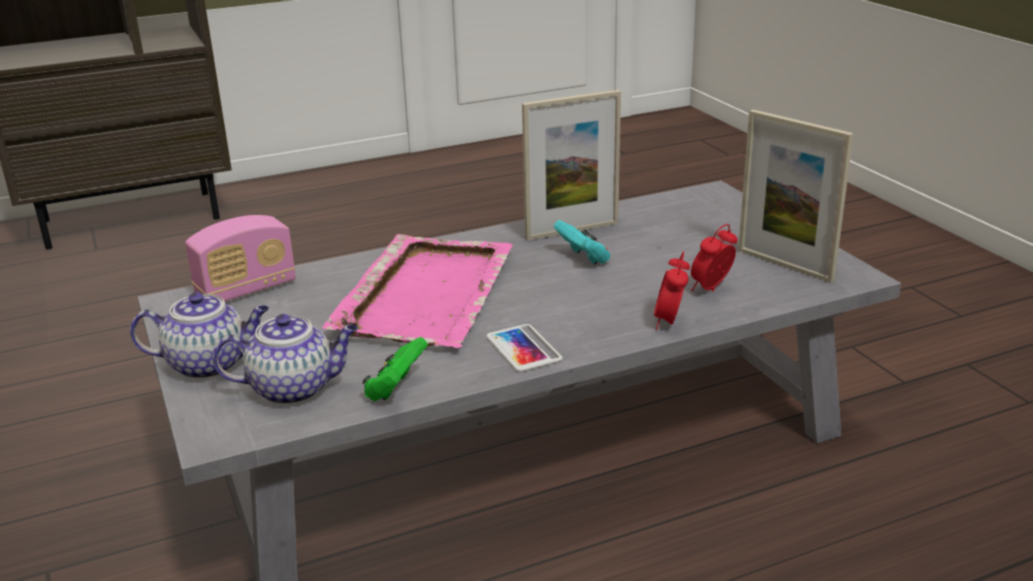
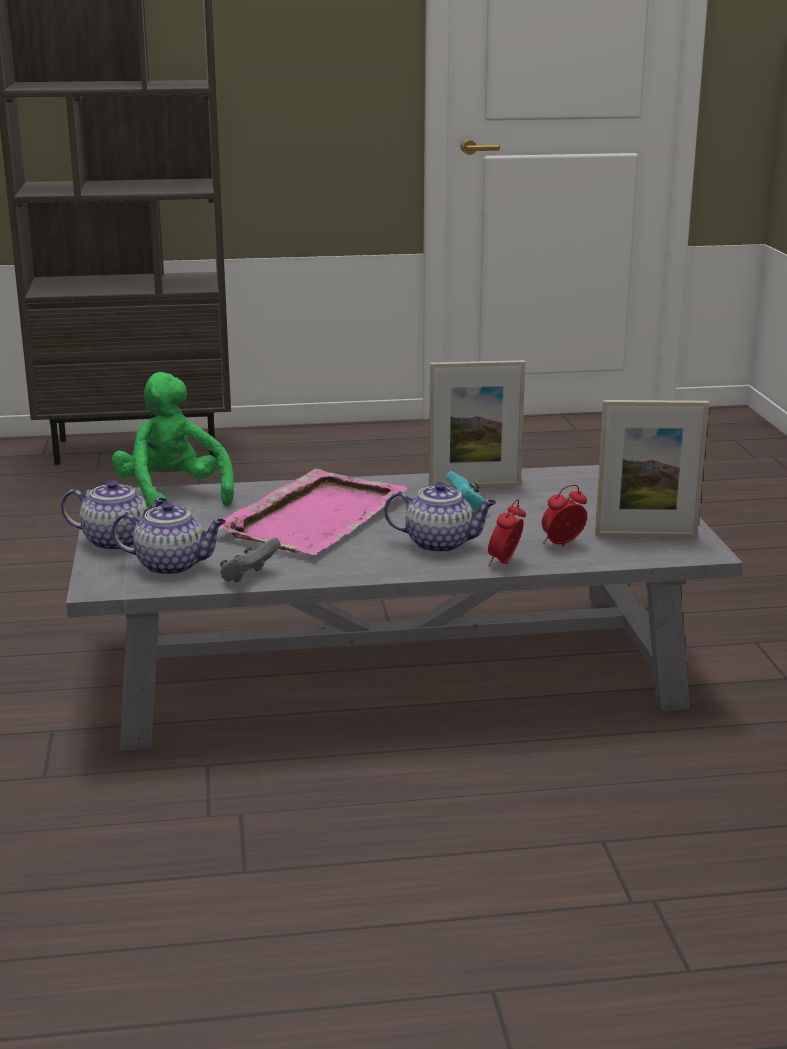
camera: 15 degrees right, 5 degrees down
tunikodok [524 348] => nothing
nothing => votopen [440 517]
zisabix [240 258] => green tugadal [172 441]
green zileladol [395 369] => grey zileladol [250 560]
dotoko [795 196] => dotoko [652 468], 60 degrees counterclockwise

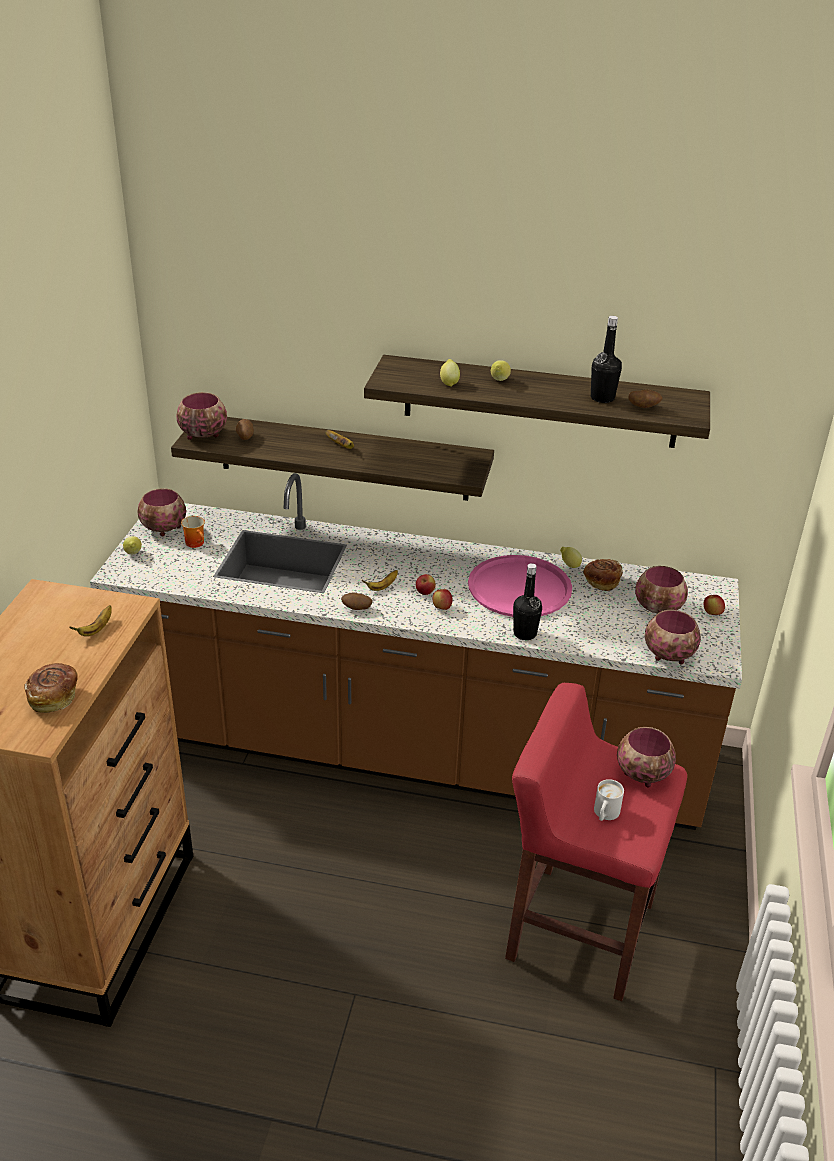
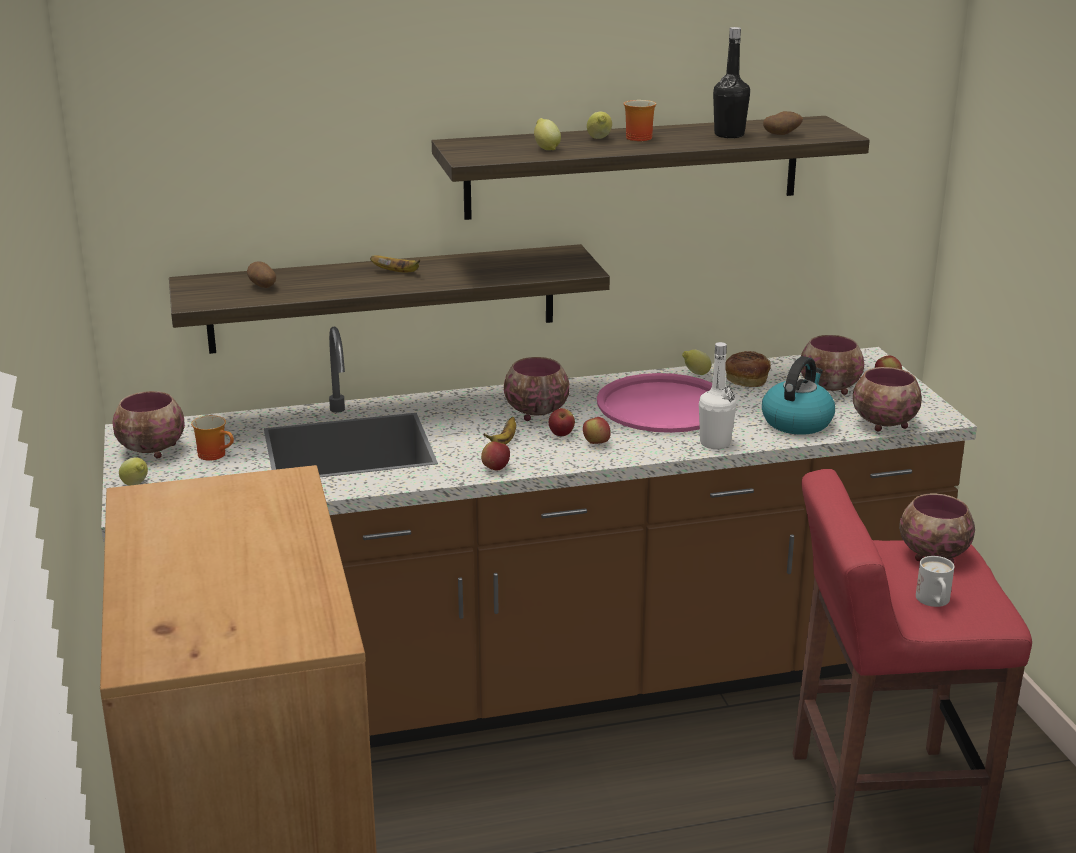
camera: 25 degrees left, 10 degrees down
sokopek [51 688] => nothing
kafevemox [91 620] => nothing
nothing => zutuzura [639 120]
nothing => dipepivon [798 395]
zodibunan [201 416] => zodibunan [537 389], relocated
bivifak [356 601] => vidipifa [495 455]
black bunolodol [527 601] => white bunolodol [717 395]

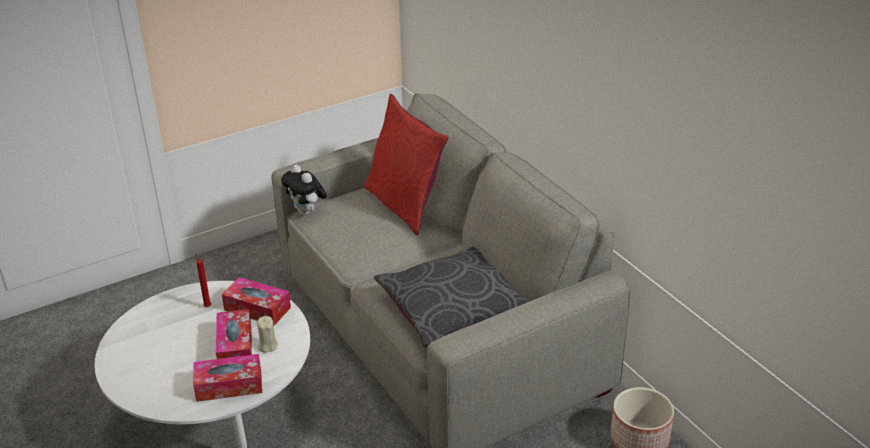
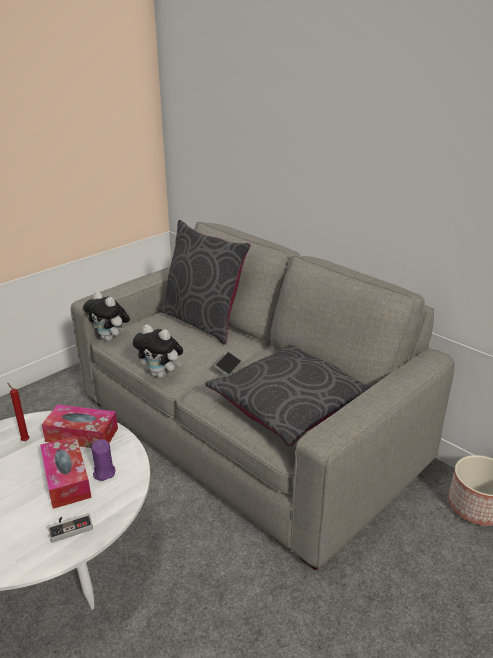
camera: 15 degrees left, 5 degrees down
nothing => tugadal [158 351]
nothing => tunikodok [228 363]
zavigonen [227 378] => zileladol [70 528]
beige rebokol [267 334] => purple rebokol [103 460]
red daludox [406 164] => grey daludox [205 282]

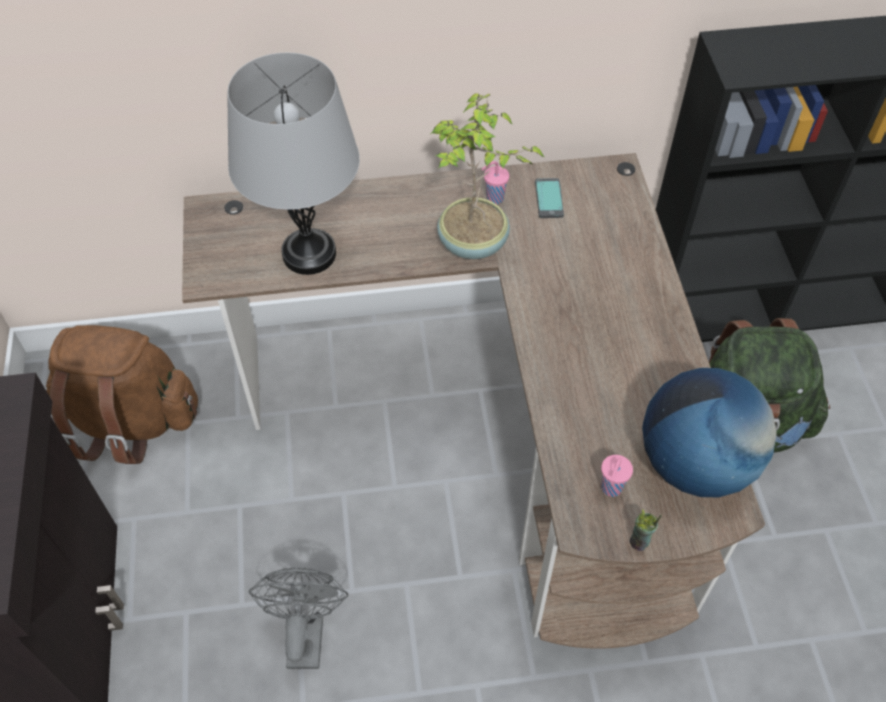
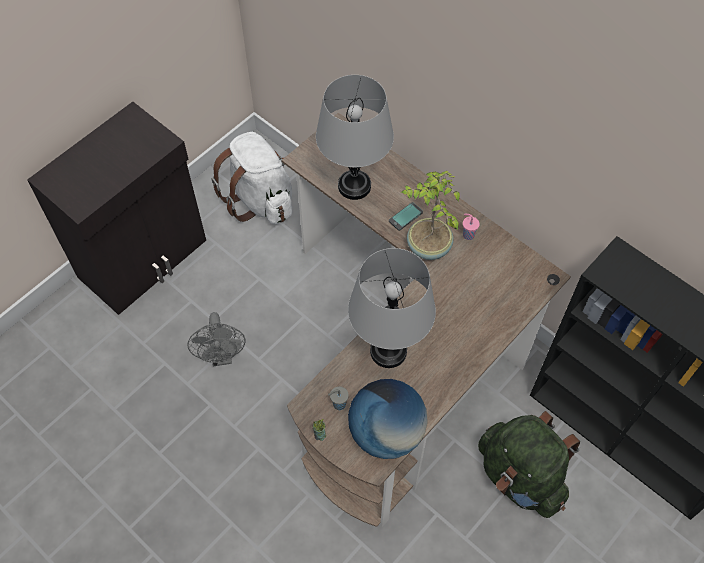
camera: 50 degrees right, 5 degrees up
nothing => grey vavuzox [392 308]
tunikodok [549 198] => tunikodok [406 216], relocated
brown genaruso [122 394] => white genaruso [252 178]
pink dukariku [617 476] => grey dukariku [338 398]
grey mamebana [298 618] => grey mamebana [216 339], 120 degrees clockwise

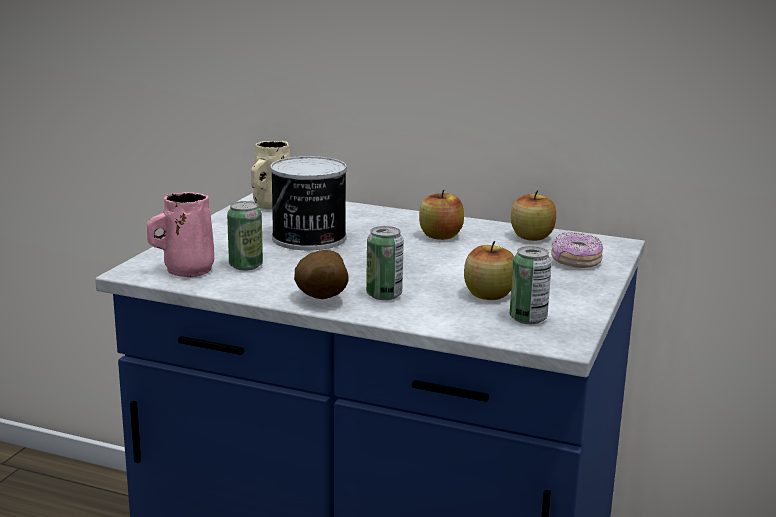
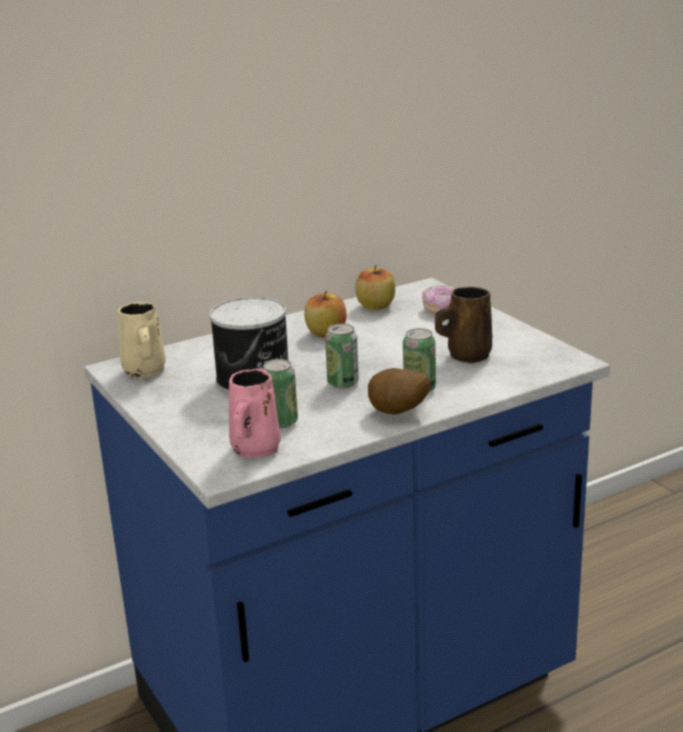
camera: 50 degrees left, 5 degrees up
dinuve [531 285] => dinuve [342 356], relocated
vidipifa [489 270] => brown zutuzura [464 325]

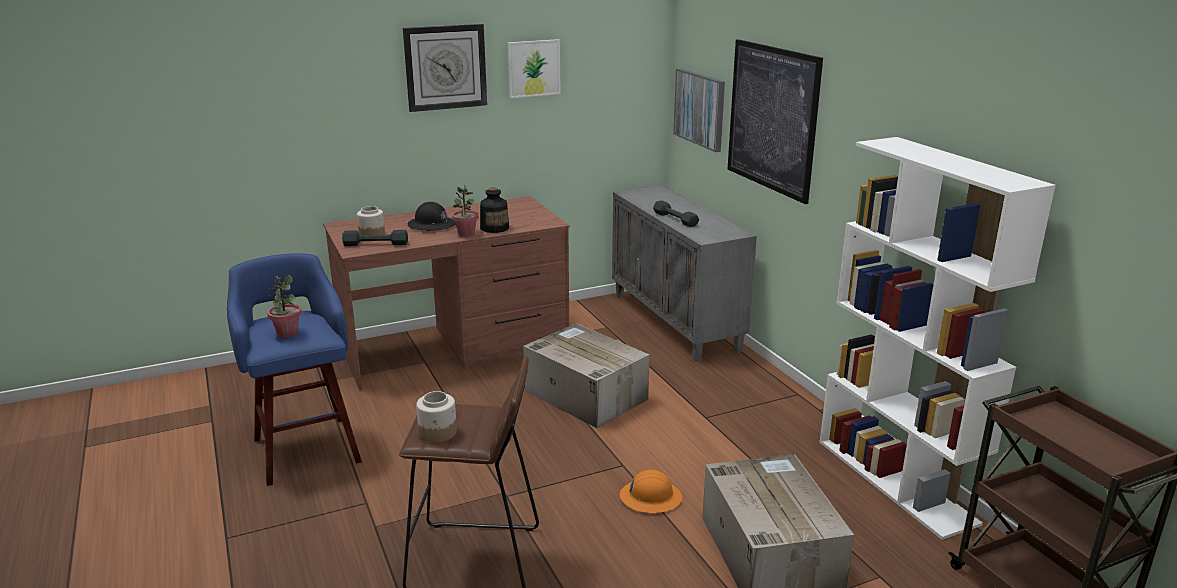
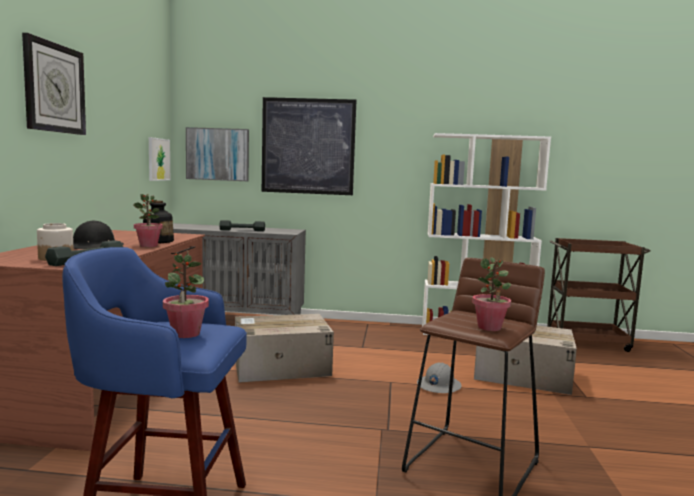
camera: 60 degrees left, 15 degrees down
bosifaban [534 68] => bosifaban [159 159], relocated
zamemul [436 417] => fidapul [491 294]
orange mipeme [651 491] => grey mipeme [439 377]

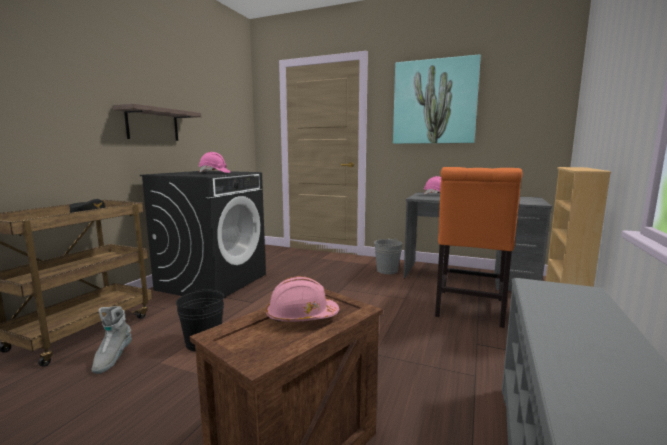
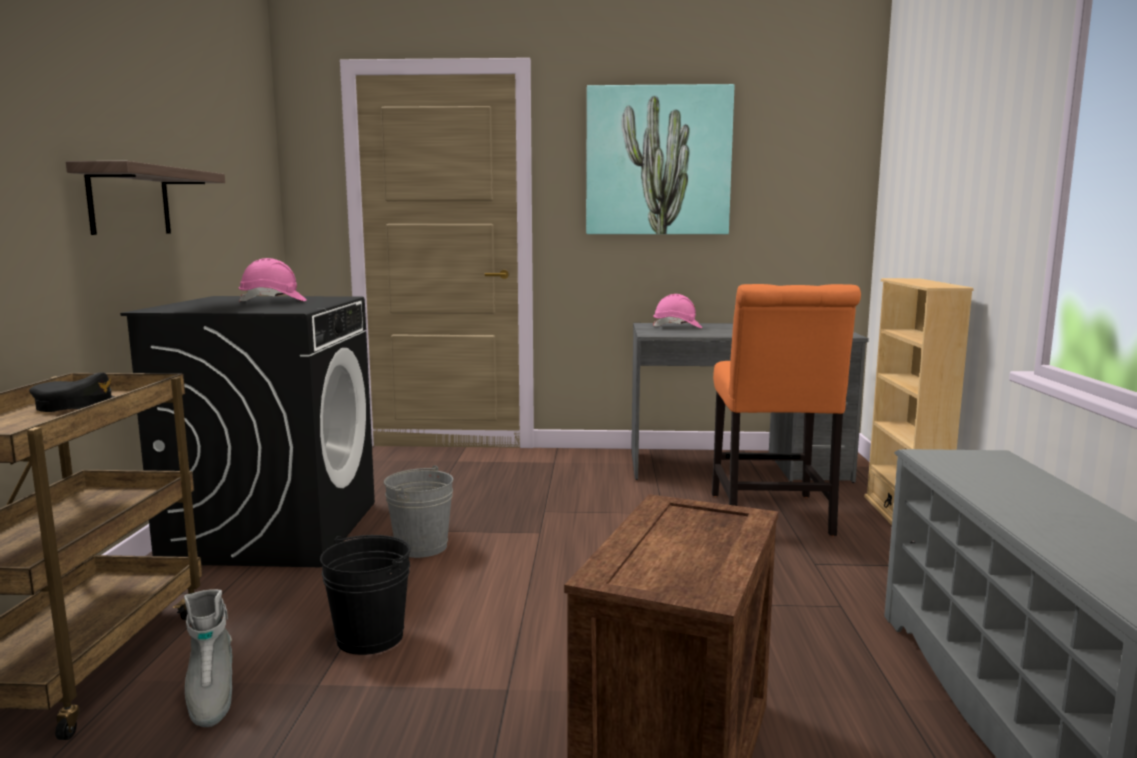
camera: 20 degrees left, 0 degrees up
pink mipeme [302 299] => nothing
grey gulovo [388 256] => grey gulovo [418 511], relocated

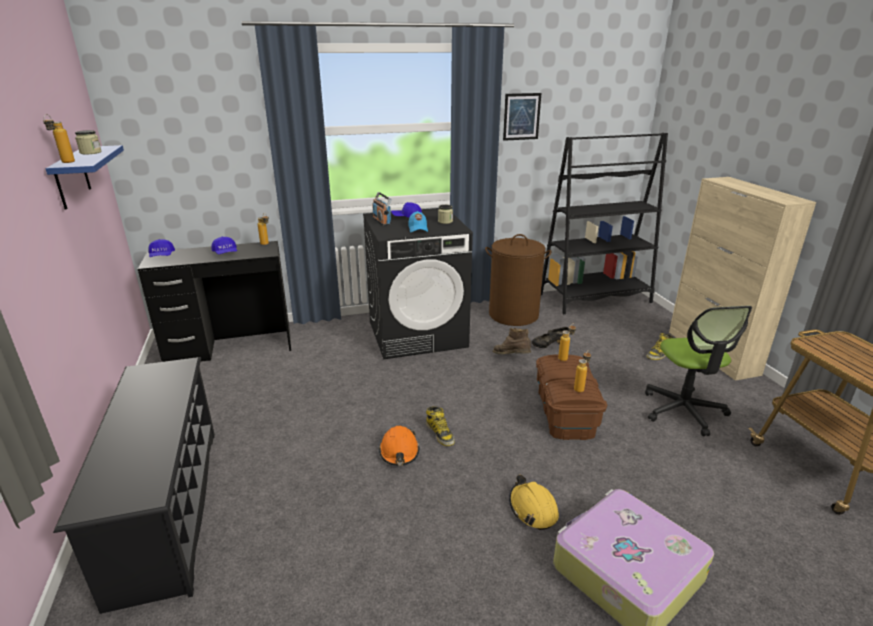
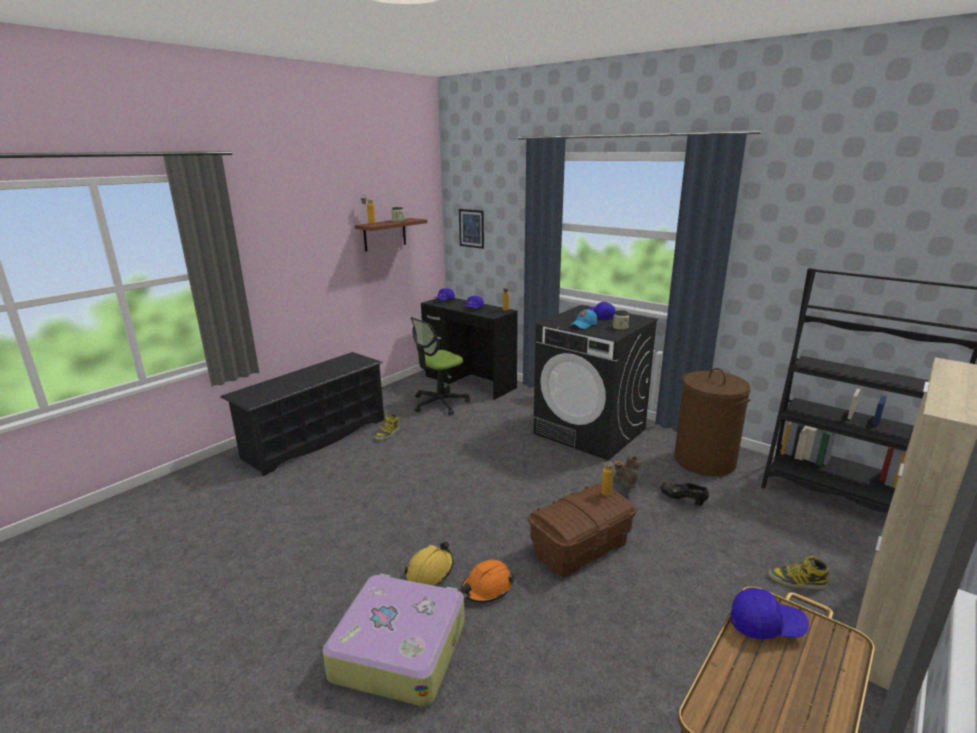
camera: 55 degrees right, 5 degrees down
zisabix [381 209] => nothing
bunolodol [582 371] => nothing
nothing => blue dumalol [769 613]
orange mipeme [399 446] => orange mipeme [487 581], relocated
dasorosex [440 426] => dasorosex [387 427], relocated
bosifaban [522 117] => bosifaban [471 229], relocated
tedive [698 371] => tedive [440 366], relocated
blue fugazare [84 177] => brown fugazare [391 234]

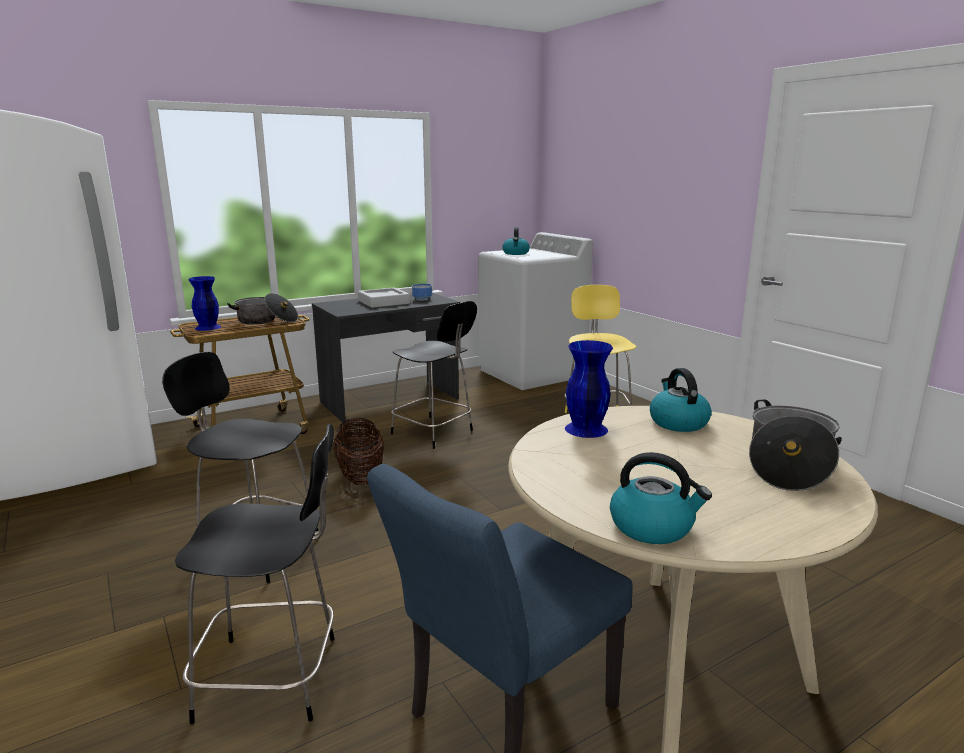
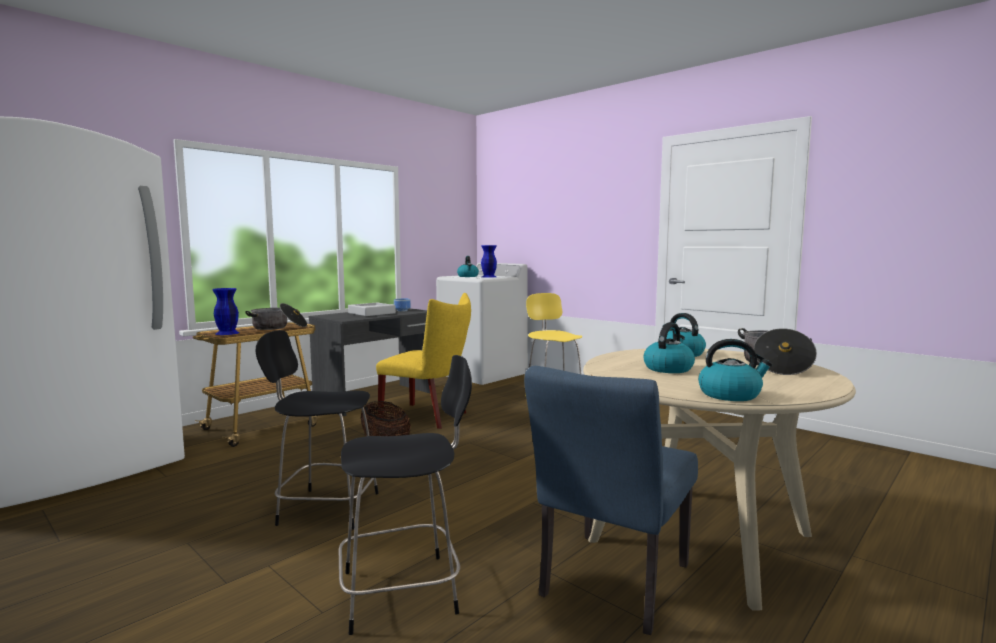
camera: 15 degrees left, 10 degrees down
nothing => dipepivon [669 347]
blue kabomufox [589 389] => blue kabomufox [489 261], relocated
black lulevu [434 375] => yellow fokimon [423 361]

